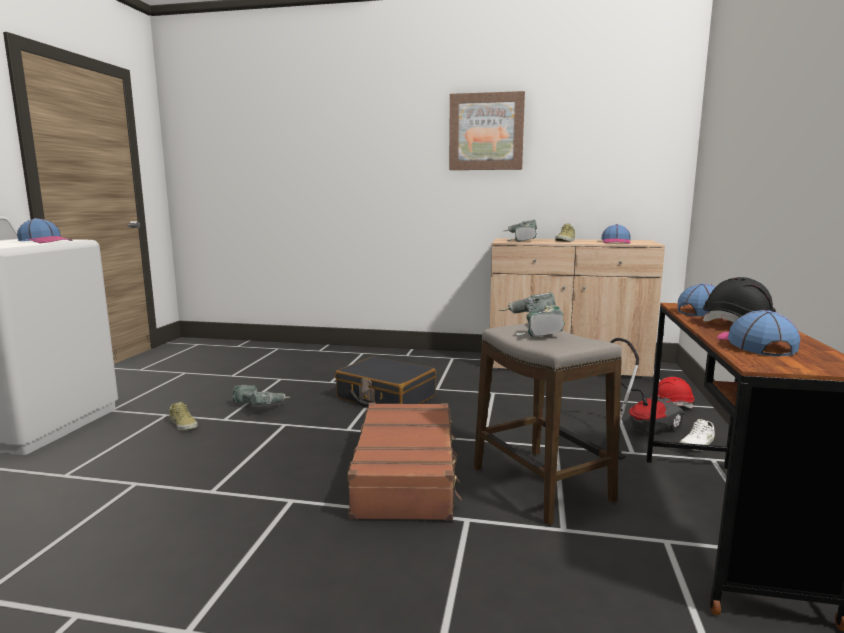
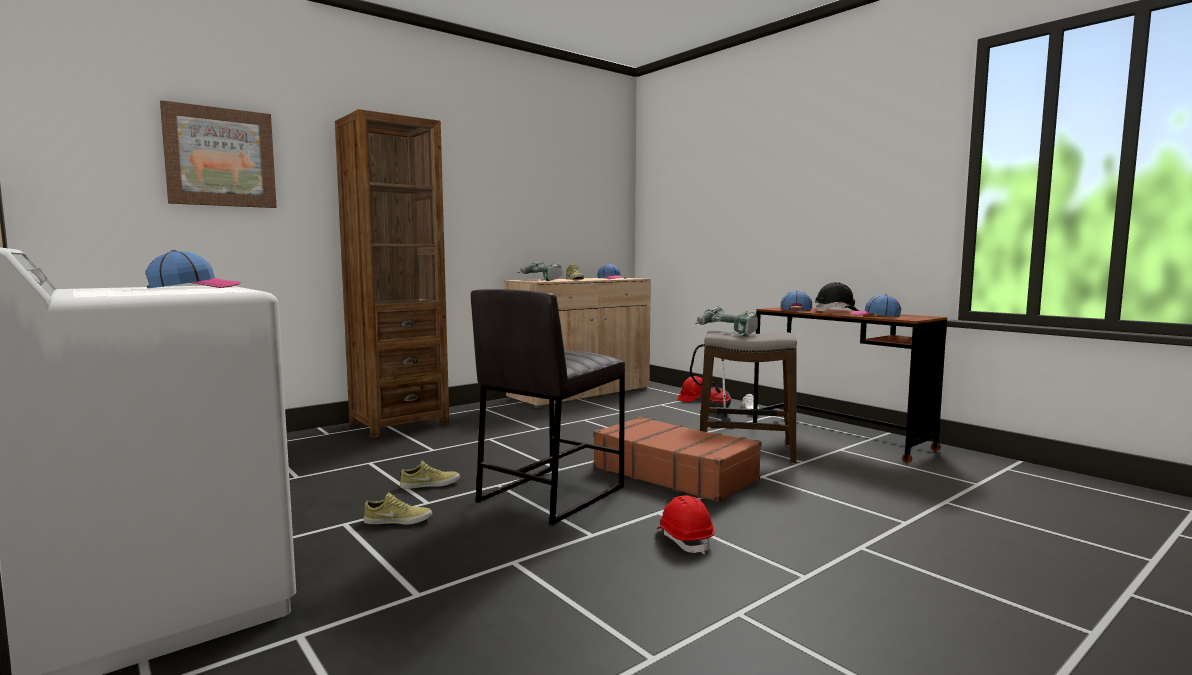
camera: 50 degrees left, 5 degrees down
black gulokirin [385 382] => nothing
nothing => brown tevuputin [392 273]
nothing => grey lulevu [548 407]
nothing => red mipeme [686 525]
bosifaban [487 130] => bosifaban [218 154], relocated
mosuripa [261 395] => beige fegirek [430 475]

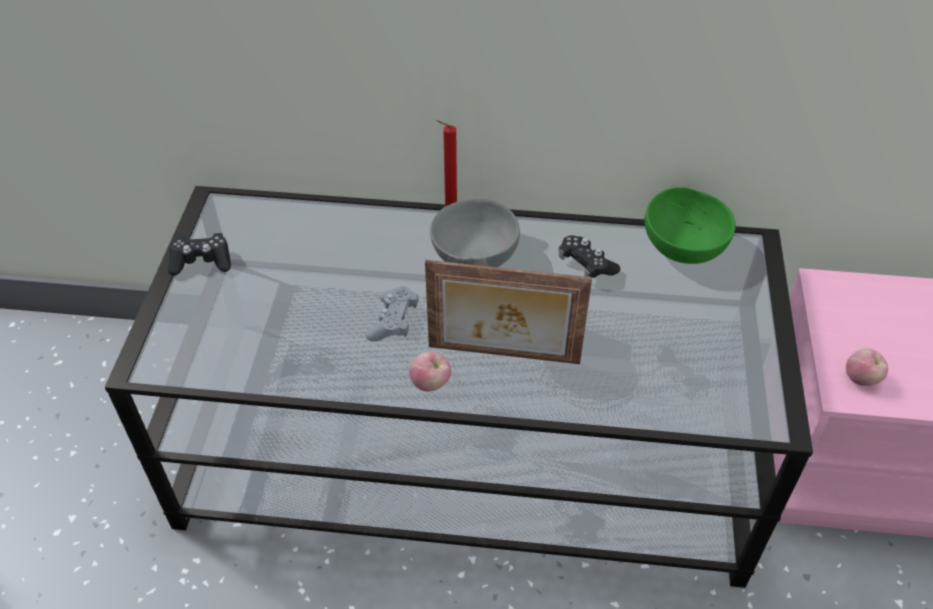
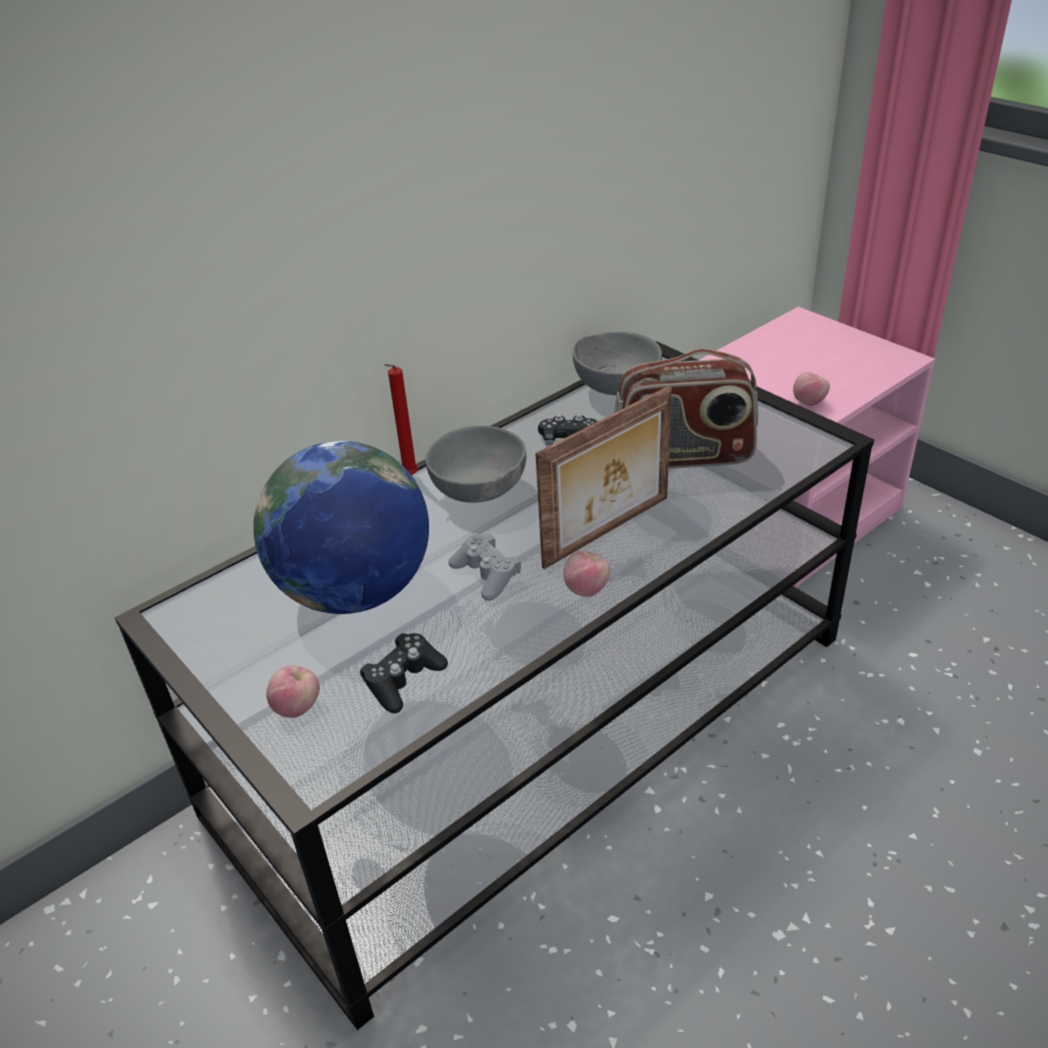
camera: 45 degrees left, 10 degrees down
nothing => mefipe [341 527]
nothing => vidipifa [293 691]
nothing => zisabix [686 409]
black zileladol [199 254] => black zileladol [404 673], relocated
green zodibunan [690 225] => grey zodibunan [617 363]

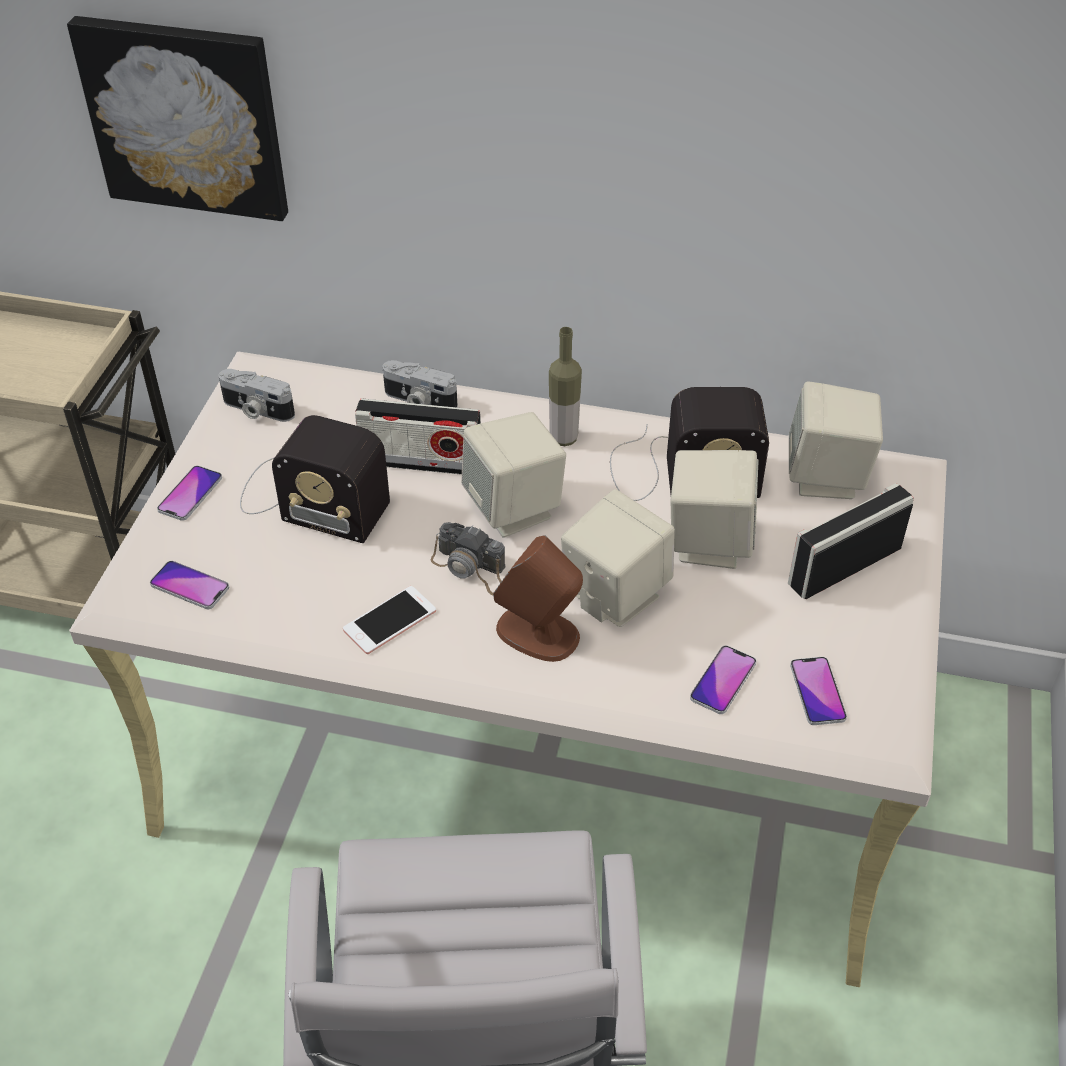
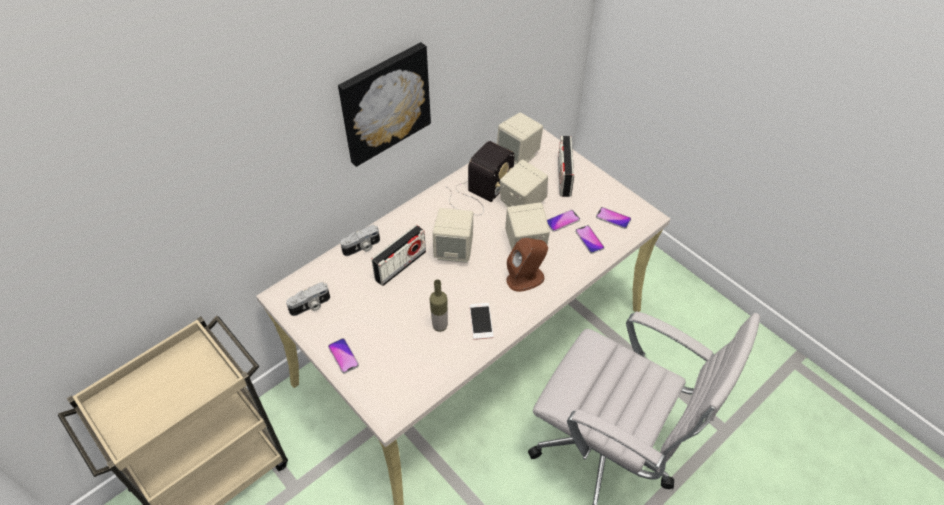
camera: 55 degrees left, 5 degrees up
zisabix [315 479] => nothing
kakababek [468 558] => nothing
bosifaban [177 118] => bosifaban [384 104], relocated
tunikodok [189 585] => tunikodok [563 221], relocated
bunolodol [565 386] => bunolodol [438 305], relocated

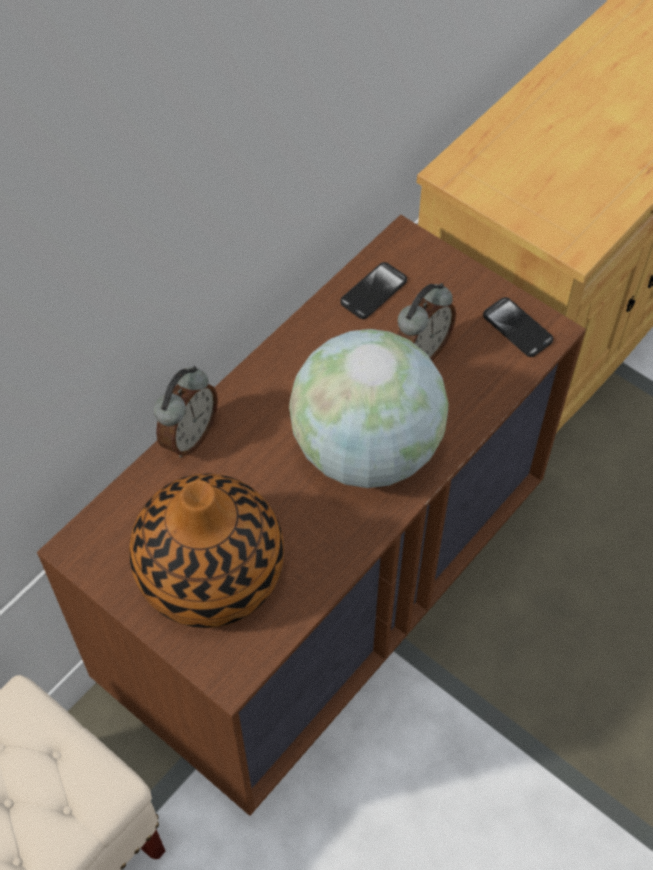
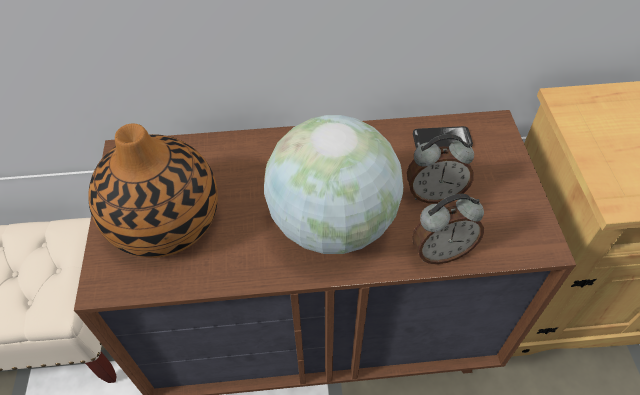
camera: 45 degrees right, 5 degrees down
tunikodok [518 327] => nothing
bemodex [186 411] => bemodex [448 229], relocated

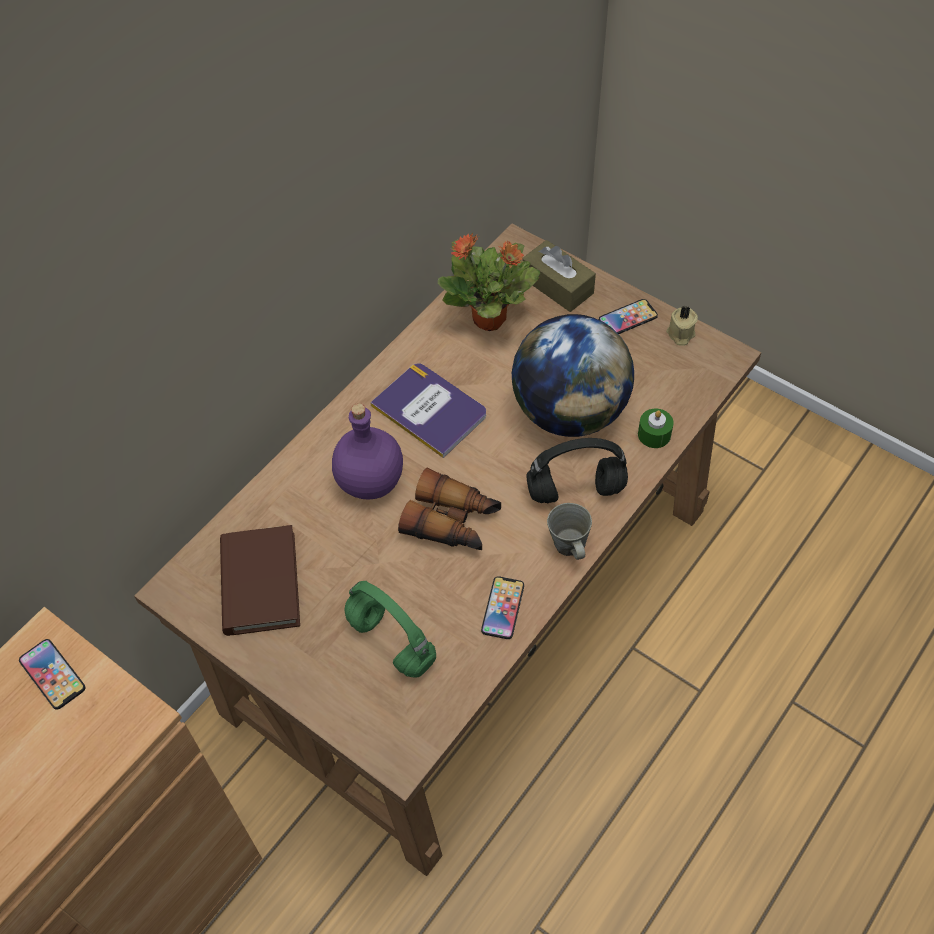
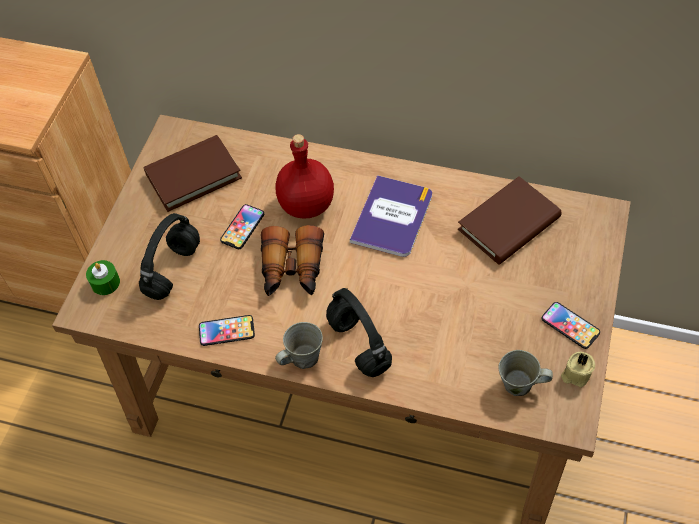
camera: 70 degrees right, 0 degrees up
mefipe [573 375] => nothing
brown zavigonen [559 276] => nothing
nothing => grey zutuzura [525 373]
tunikodok [52 674] => tunikodok [242 226], relocated
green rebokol [656 428] => green rebokol [103 277], relocated
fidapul [489 282] => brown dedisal [510 220]
purple bunolodol [367 451] => red bunolodol [305 176]
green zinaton [390 629] => black zinaton [169 256]

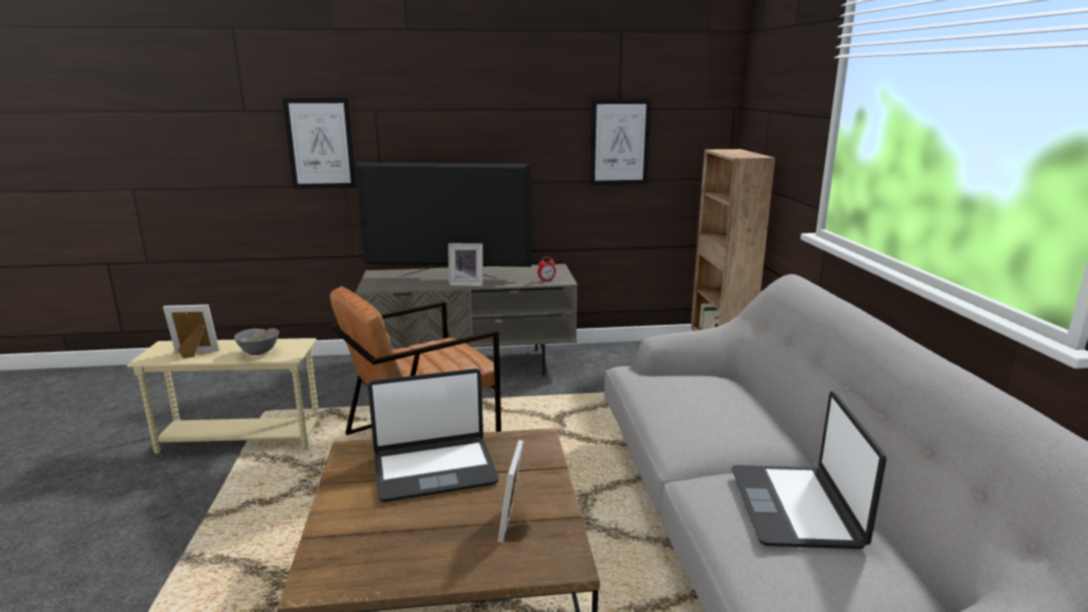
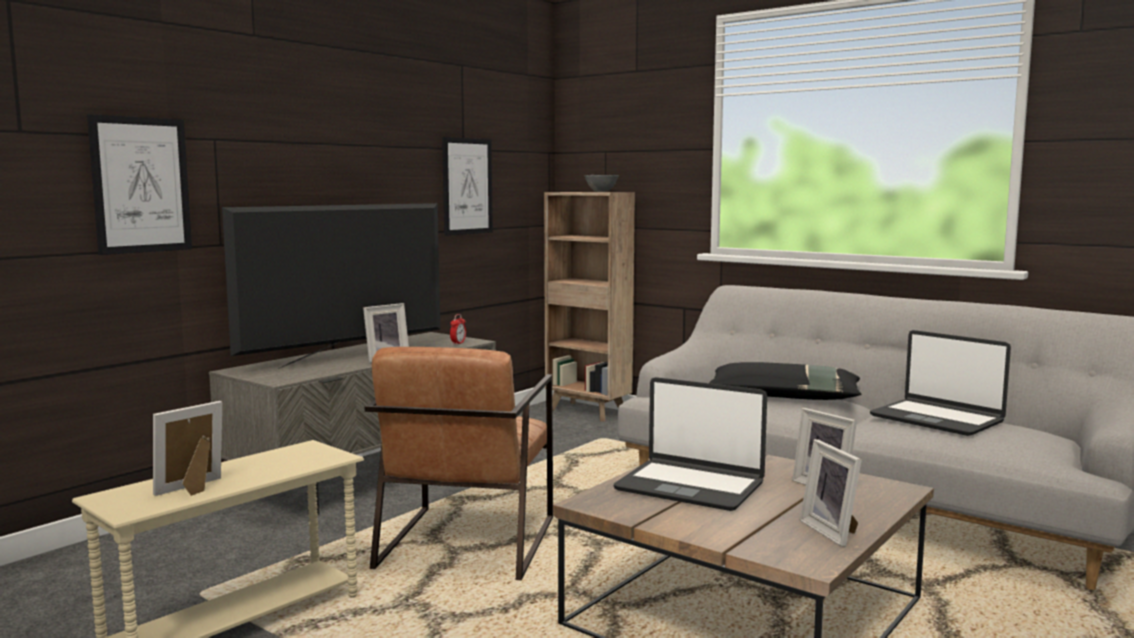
camera: 45 degrees left, 10 degrees down
nothing => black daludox [786 381]
nothing => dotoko [831 493]
grey zodibunan [256 341] => grey zodibunan [602 183], relocated
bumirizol [433 435] => bumirizol [690 444], 90 degrees clockwise

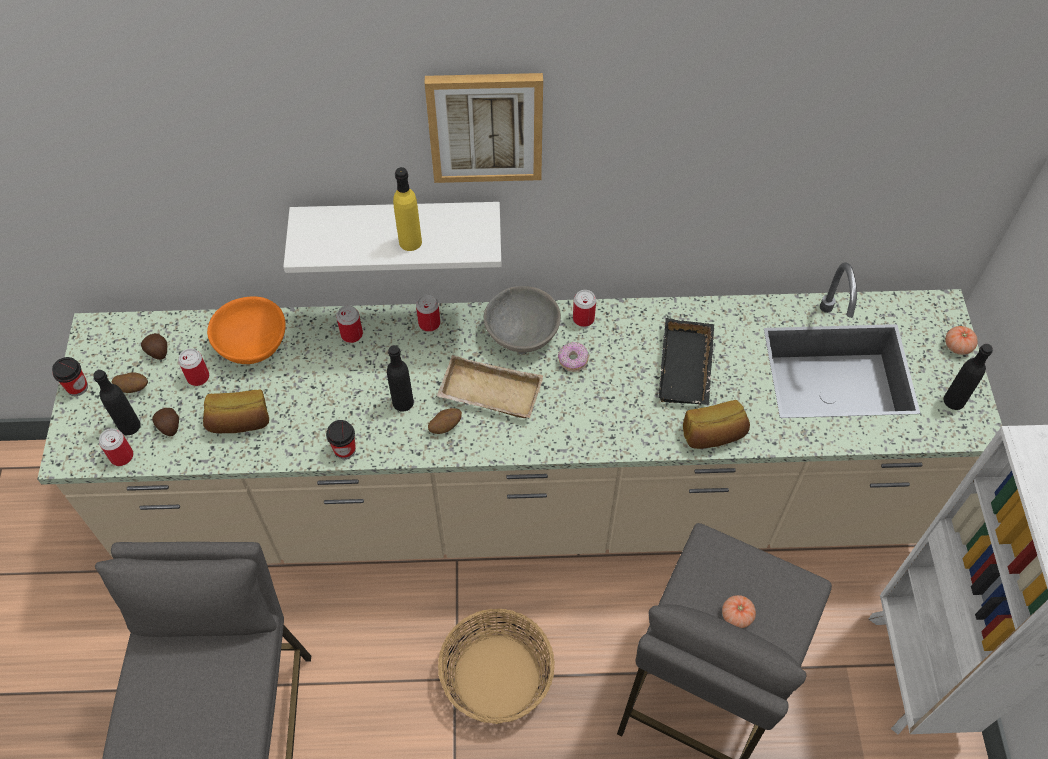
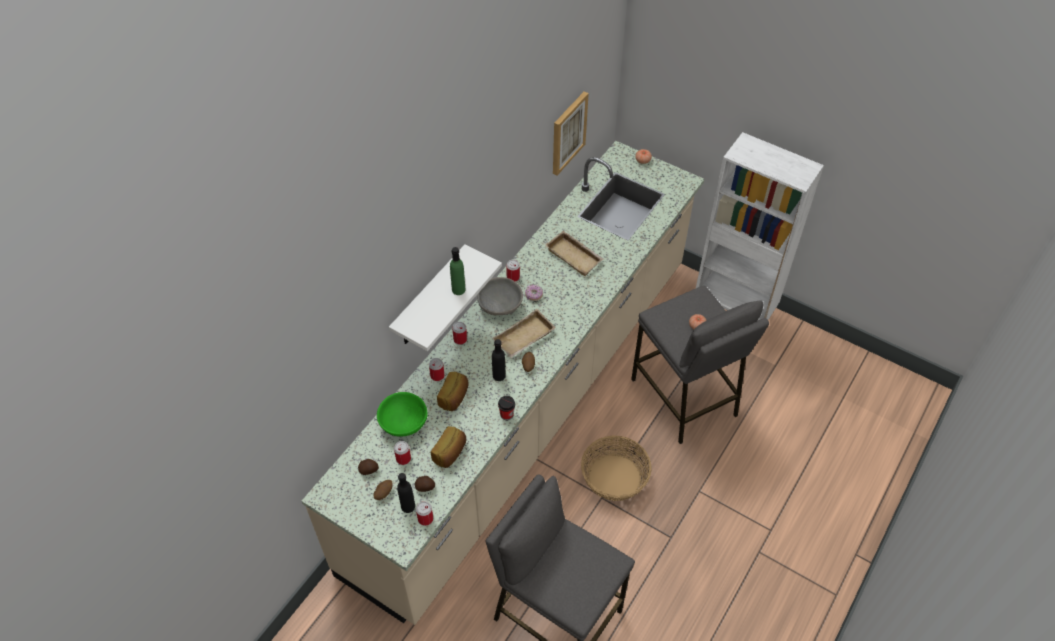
camera: 55 degrees left, 5 degrees down
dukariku [70 376] => nothing
black bunolodol [968 377] => nothing
bosifaban [484 128] => bosifaban [571 133], relocated
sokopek [716 424] => sokopek [453 391], relocated
orange zodibunan [246 330] => green zodibunan [402 414]
yellow bunolodol [407 209] => green bunolodol [458 271]
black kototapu [686 361] => beige kototapu [574 253]

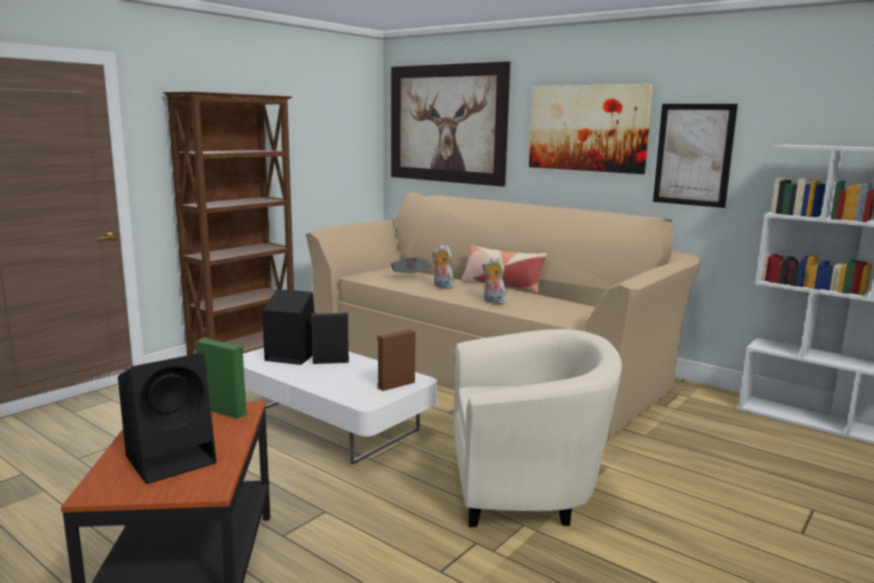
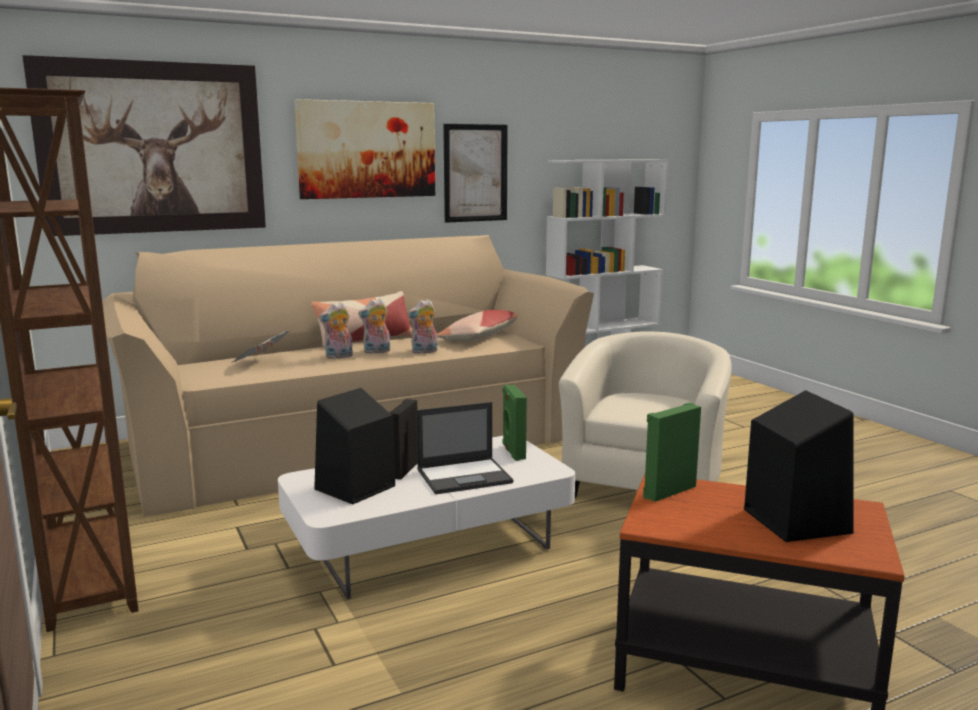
camera: 65 degrees left, 0 degrees up
nothing => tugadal [374 326]
nothing => bumirizol [465 448]
nothing => daludox [477 326]
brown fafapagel [396 360] => green fafapagel [514 423]

